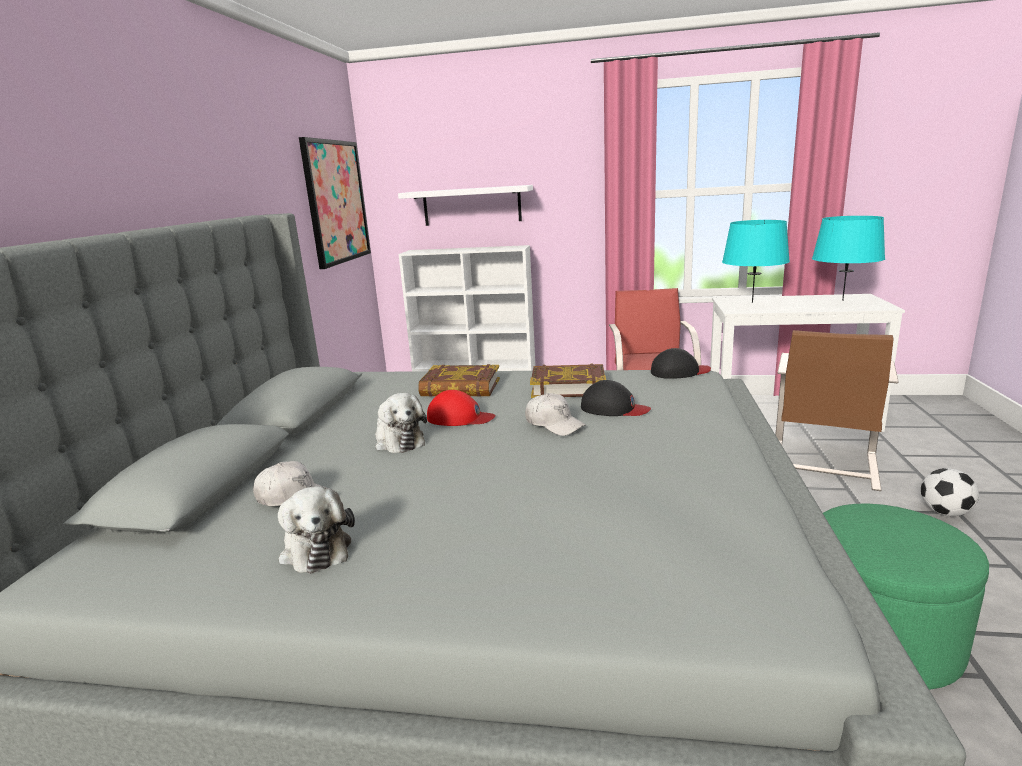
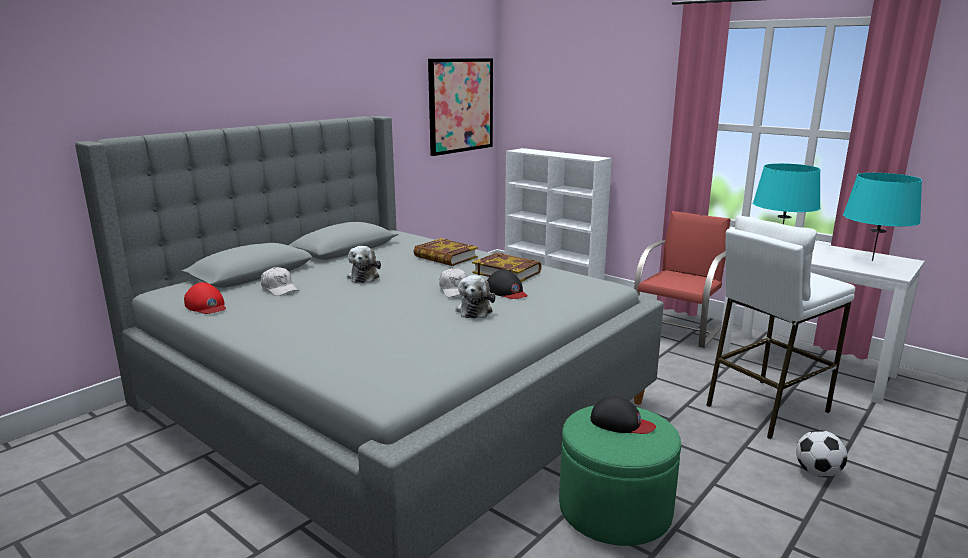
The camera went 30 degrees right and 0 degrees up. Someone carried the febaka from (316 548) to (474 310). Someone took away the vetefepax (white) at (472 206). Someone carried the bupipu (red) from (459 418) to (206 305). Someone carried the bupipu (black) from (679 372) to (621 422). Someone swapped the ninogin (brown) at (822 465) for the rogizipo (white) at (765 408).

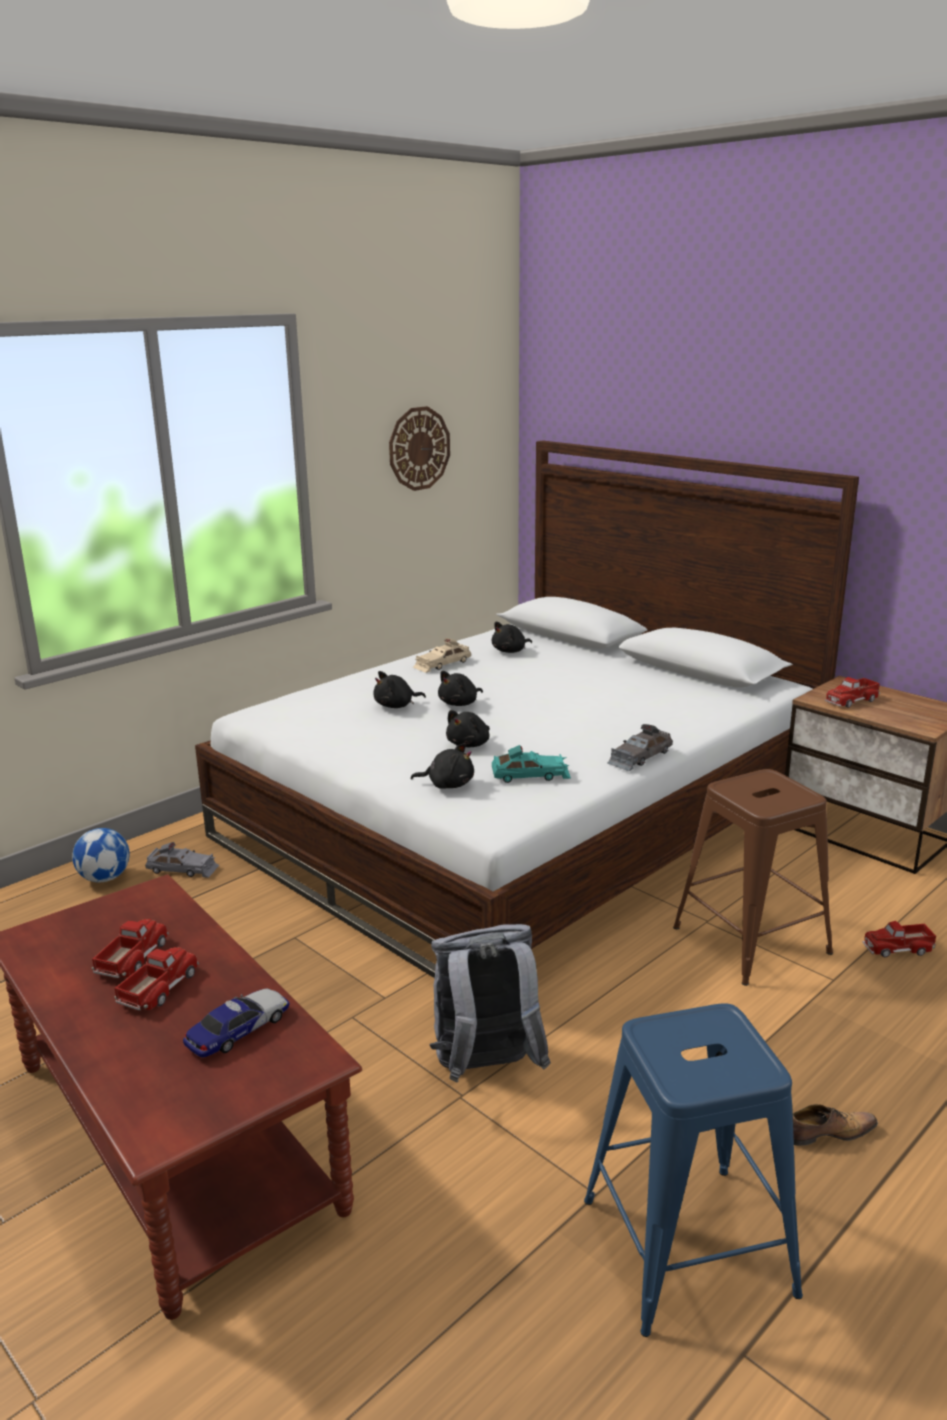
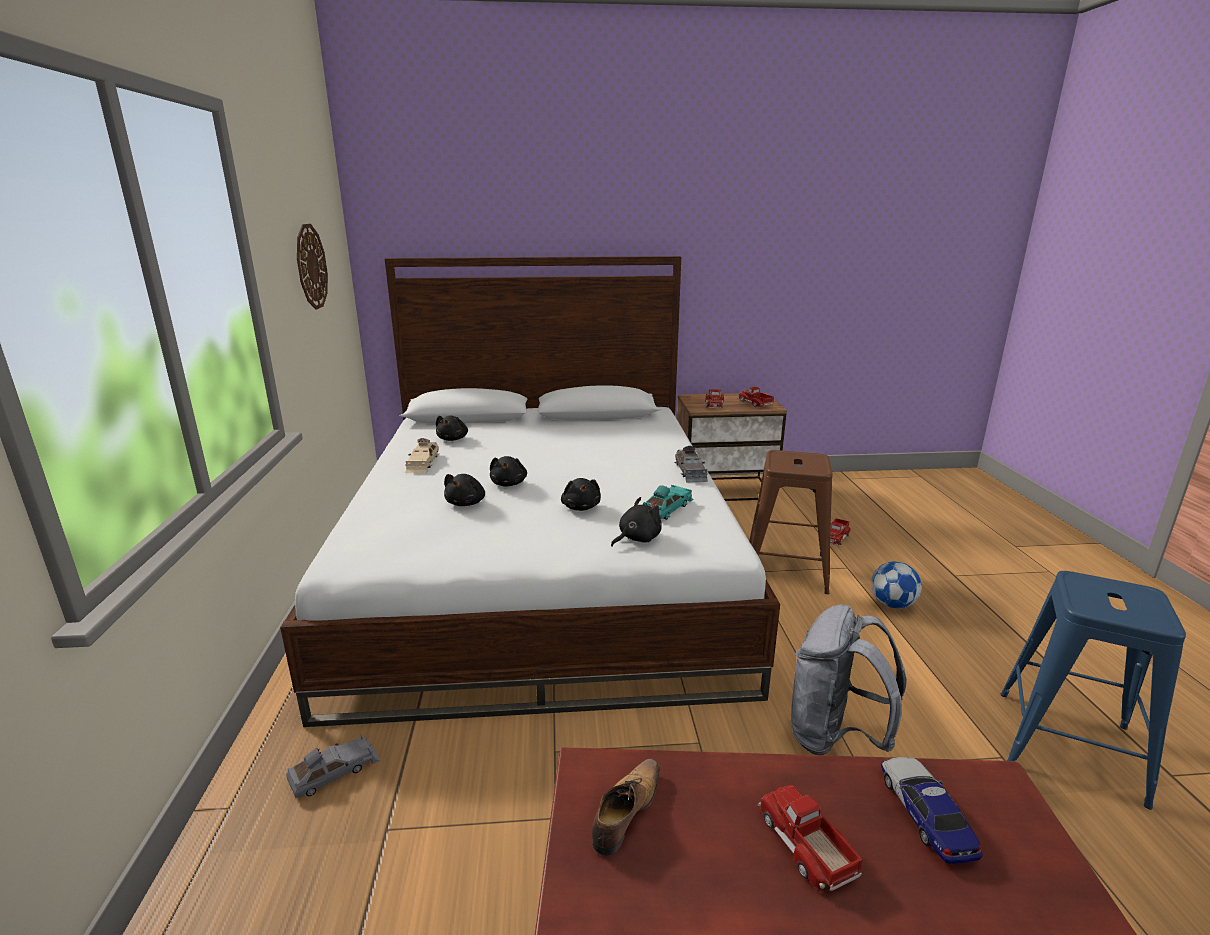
The camera went 50 degrees left and 0 degrees up. Someone carried the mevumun from (105 878) to (892 604). Someone carried the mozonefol from (133 958) to (755 403). Someone carried the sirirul from (827 1133) to (625 812).

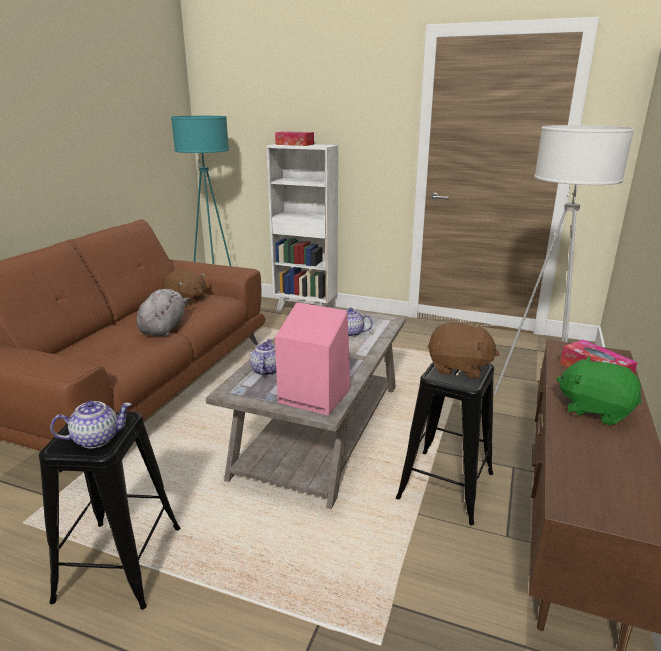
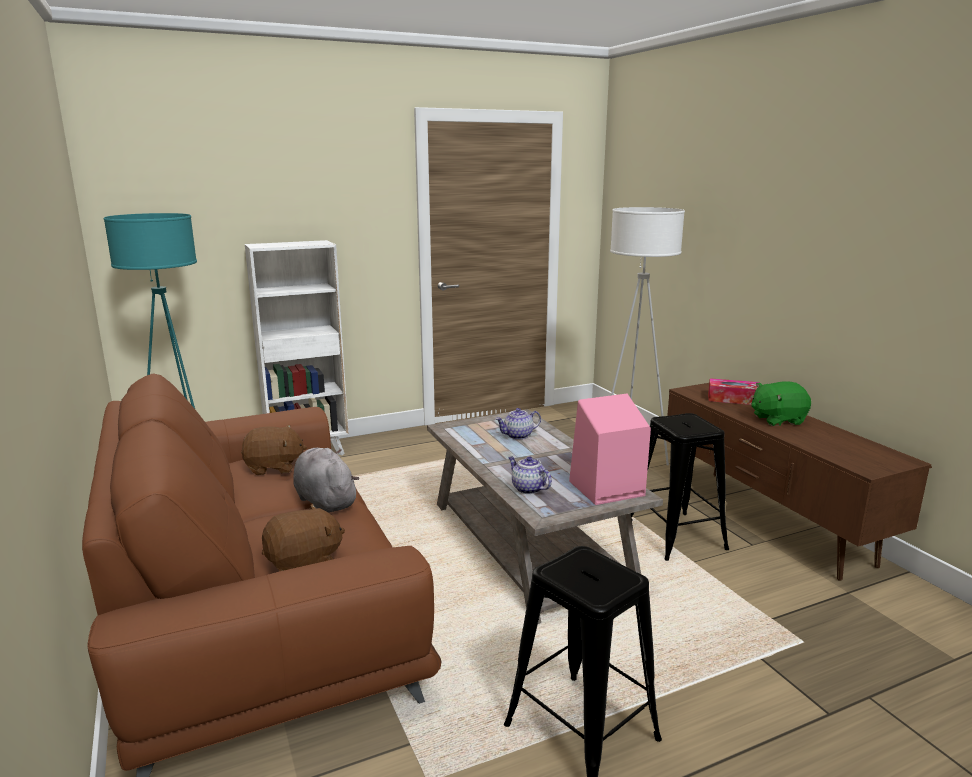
The camera went 45 degrees left and 5 degrees down. Someone took away the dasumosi at (97 439). Someone took away the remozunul at (294 144). Someone carried the febaka (brown) from (459 368) to (304 563).

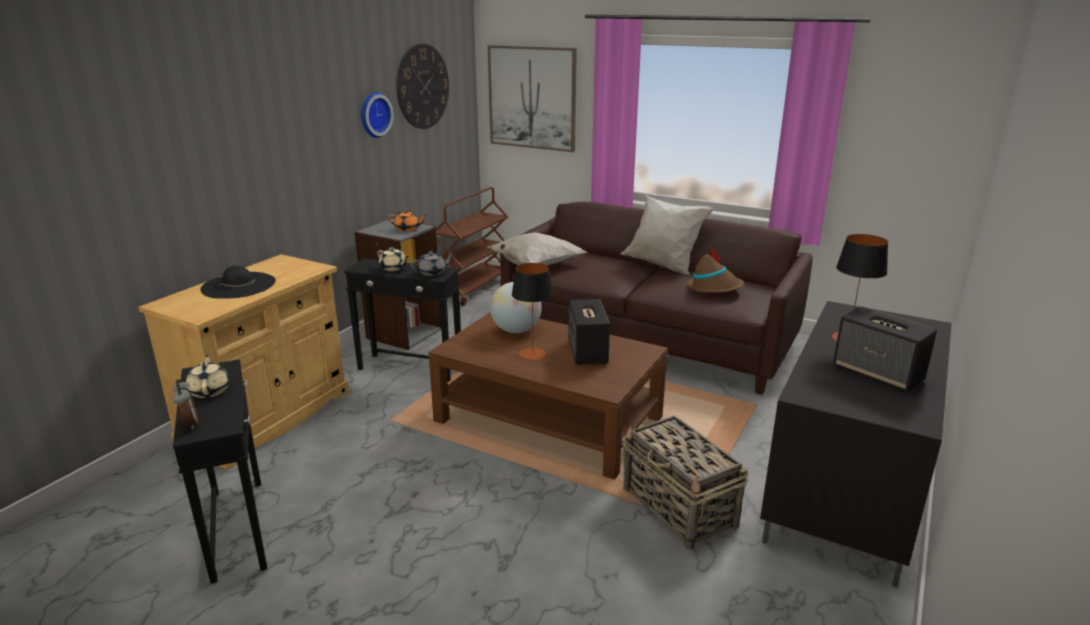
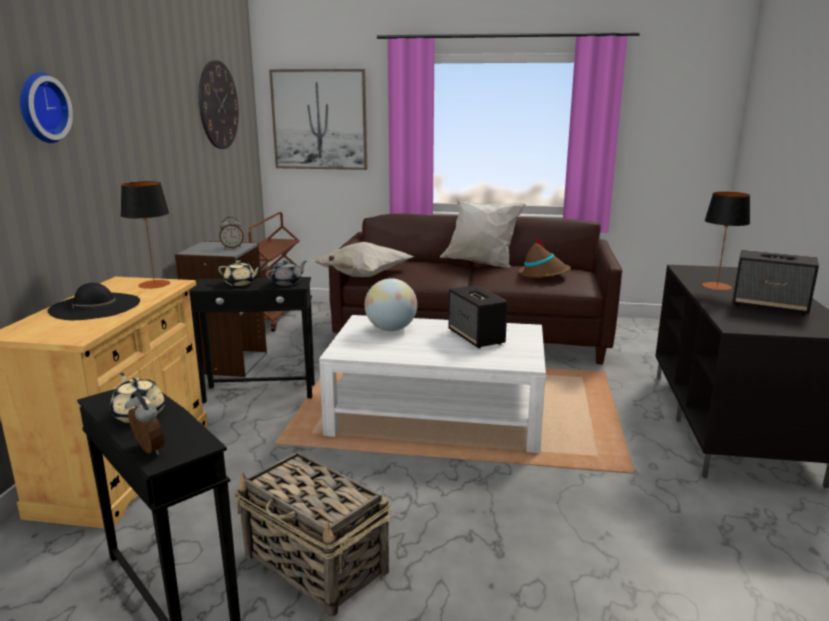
The camera went 20 degrees left and 5 degrees down. Someone carried the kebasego from (373 114) to (40 108). Someone swapped the dasumosi (orange) at (408 229) for the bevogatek at (232 247). Someone repainted the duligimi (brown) at (549 419), which became the duligimi (white) at (438 414). Someone carried the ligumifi from (532 353) to (154 284). Someone carried the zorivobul from (679 508) to (316 564).

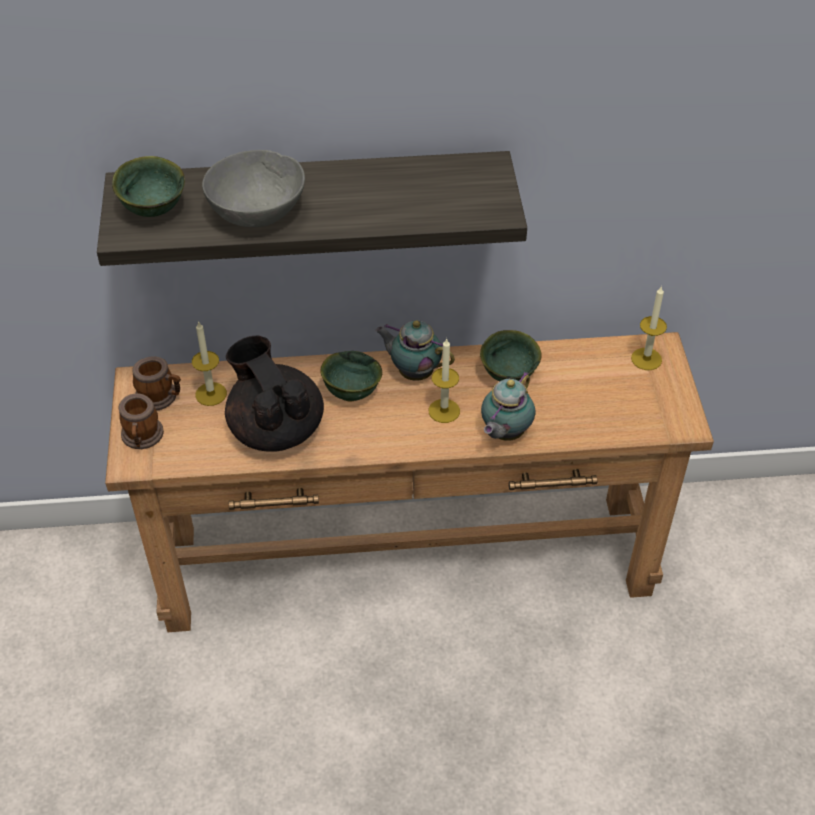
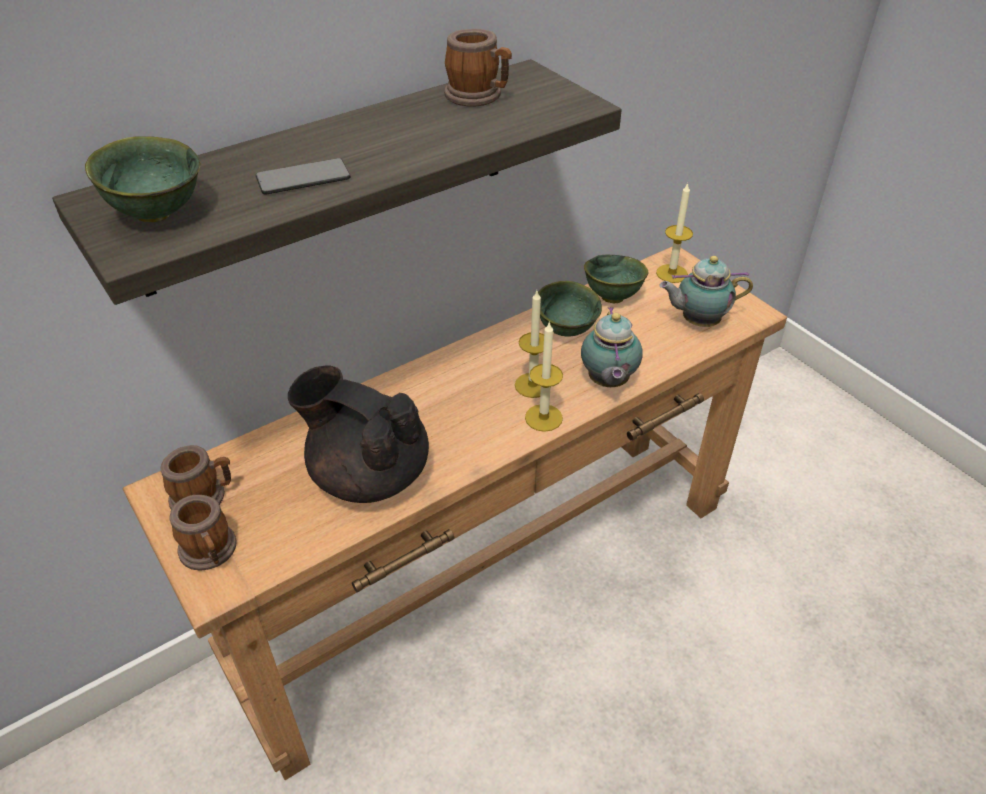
The camera went 30 degrees left and 5 degrees down. Someone carried the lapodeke from (211 394) to (543 418). Someone swapped the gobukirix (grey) at (257 213) for the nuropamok at (303 178). Someone carried the gobukirix (green) from (350 393) to (611 297). Someone carried the dasumosi from (413 372) to (697 321). Someone put down the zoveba at (479 96).

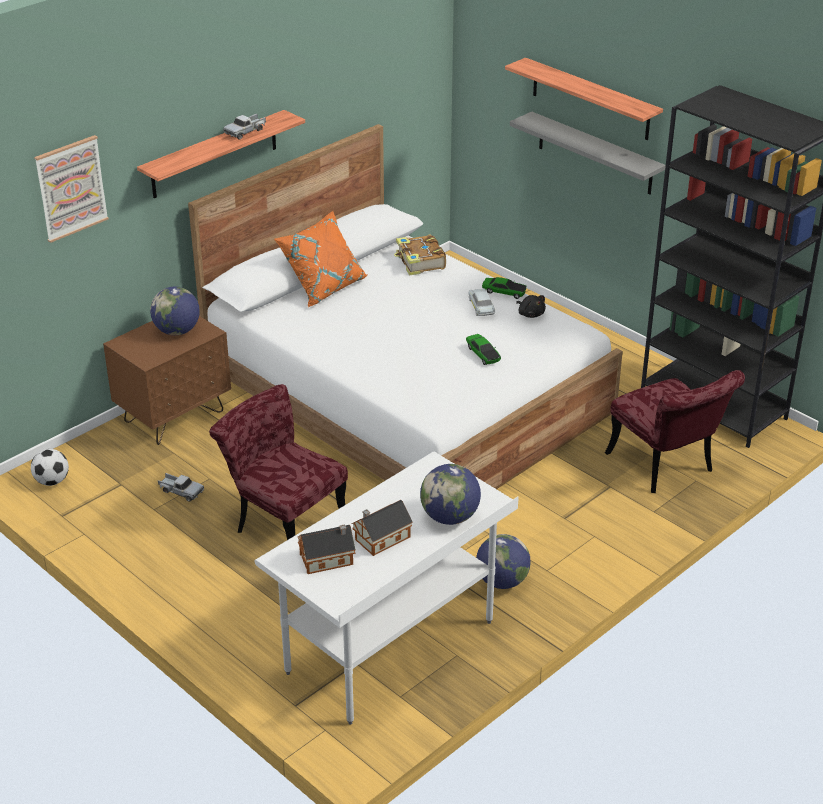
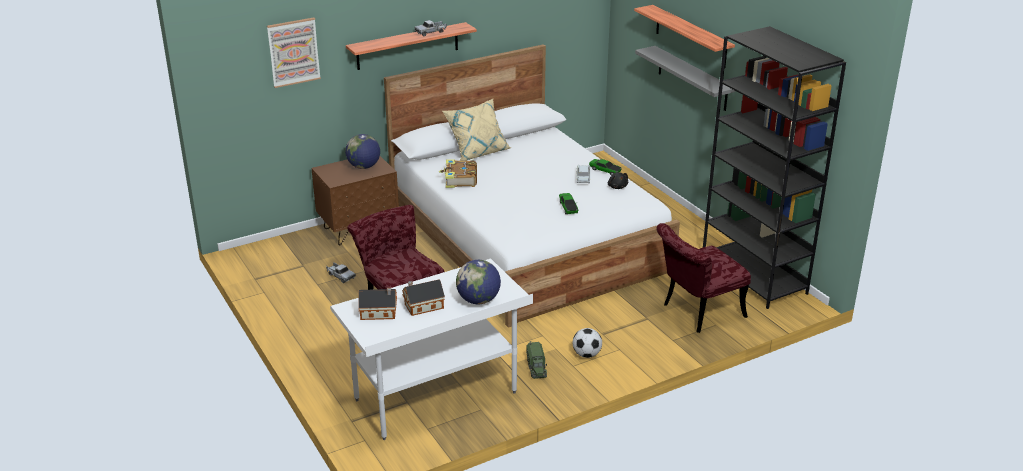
The camera went 15 degrees right and 5 degrees down. Someone carried the mevumun from (52 481) to (586 354). Someone repainted the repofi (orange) at (323 287), which became the repofi (beige) at (477 152). Someone carried the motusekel from (420 262) to (460 180). Someone swapped the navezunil at (502 581) for the mozonefol at (536 368). Someone rotated the ninogin (red) at (666 468) by 75 degrees clockwise.

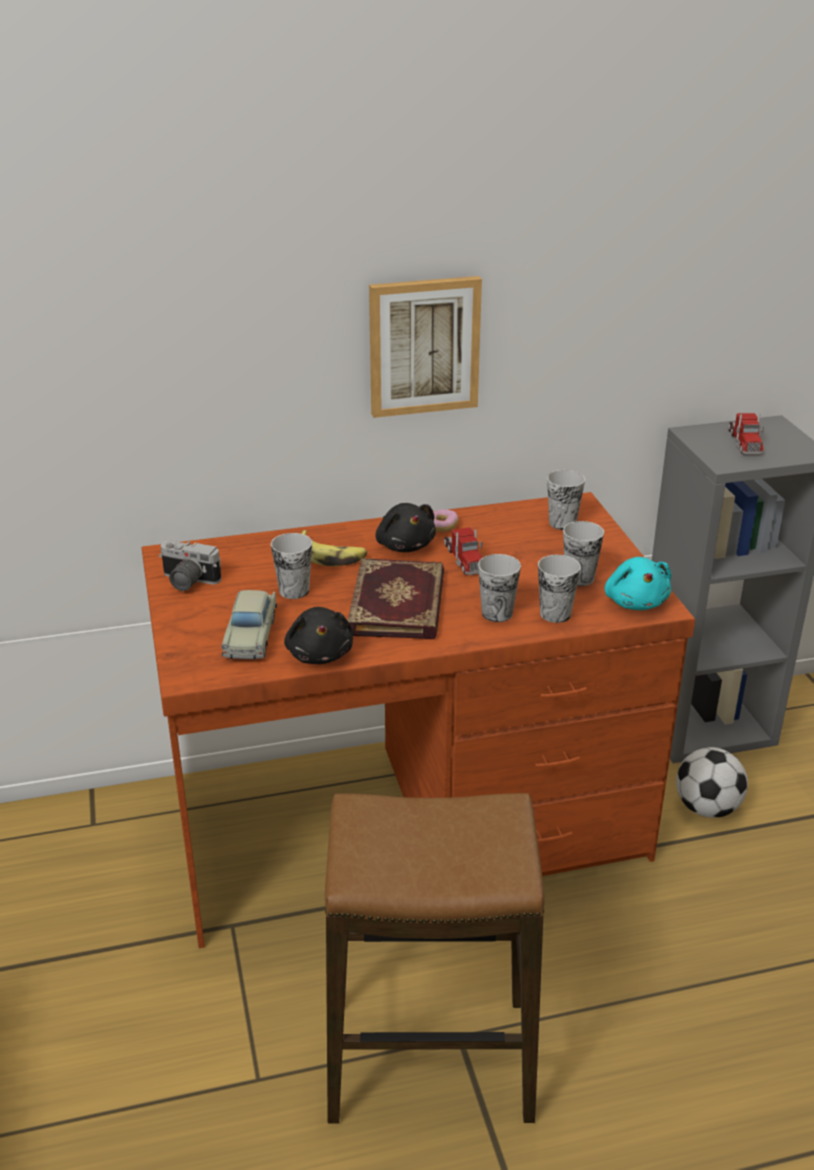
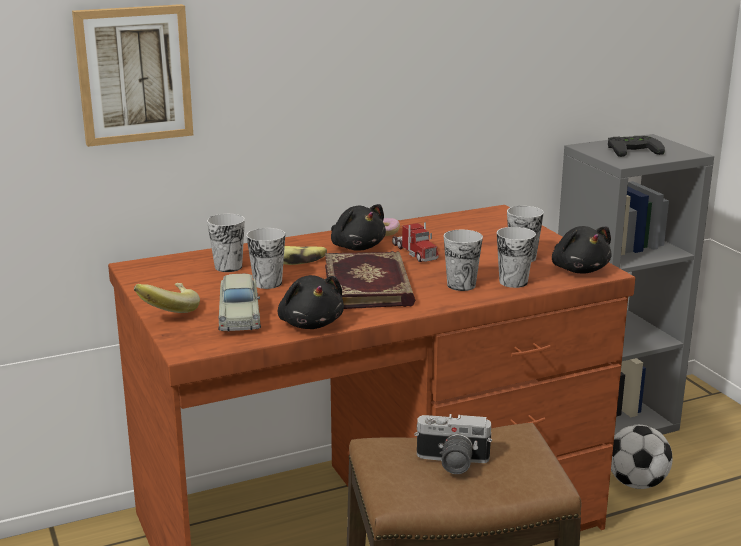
The camera went 10 degrees left and 10 degrees down. Someone carried the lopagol from (187 582) to (451 463). Someone carried the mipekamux from (423 346) to (133 74). Someone carried the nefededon from (562 523) to (228 267). Someone repainted the febaka (turquoise) at (635 601), which became the febaka (black) at (579 269). Someone swapped the mozonefol at (744 442) for the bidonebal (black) at (632 150). Someone put down the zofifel at (167 312).

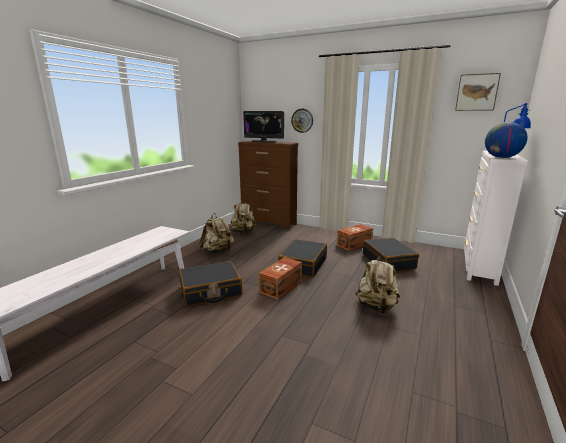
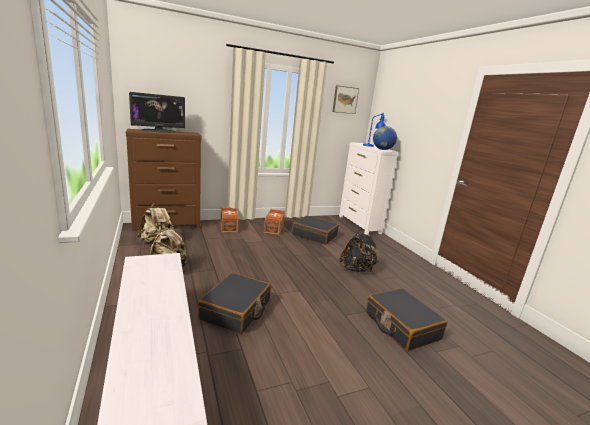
The camera went 50 degrees left and 0 degrees up. Someone carried the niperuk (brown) from (282 286) to (229 226). Someone carried the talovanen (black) from (303 264) to (401 326). Someone took away the kebasego at (302 120). Someone repainted the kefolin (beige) at (376 306), which became the kefolin (black) at (356 269).

